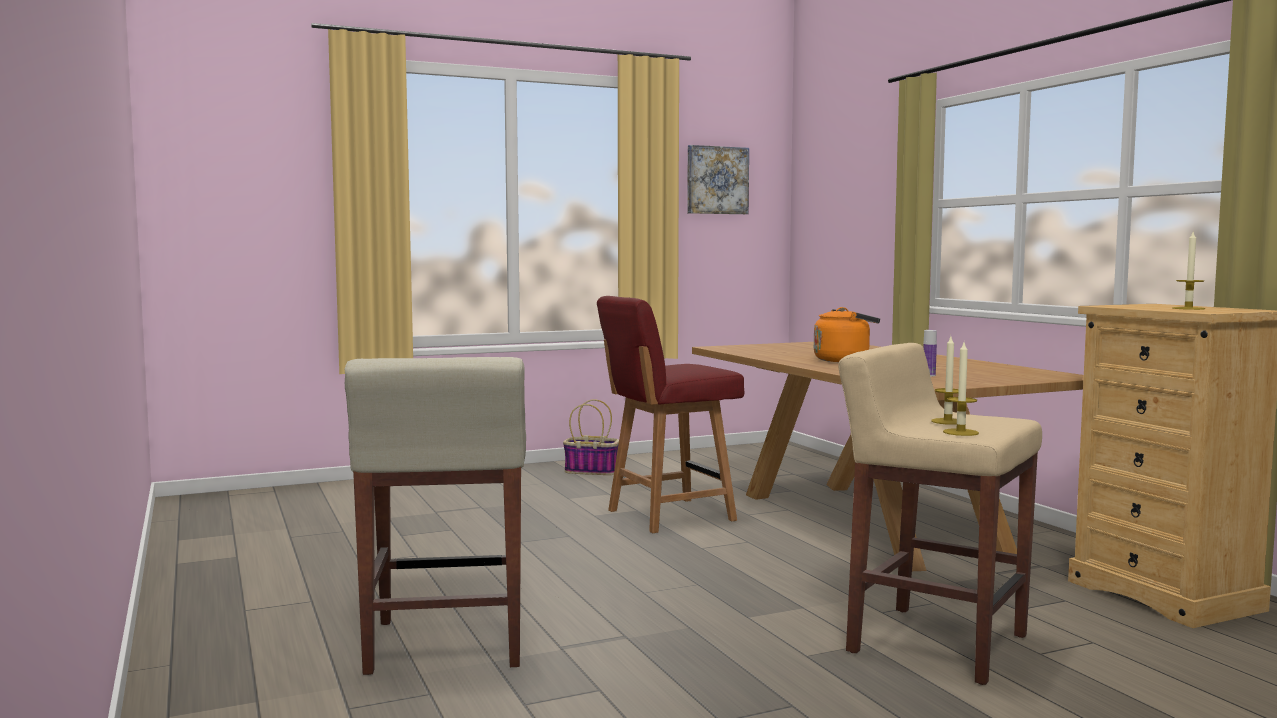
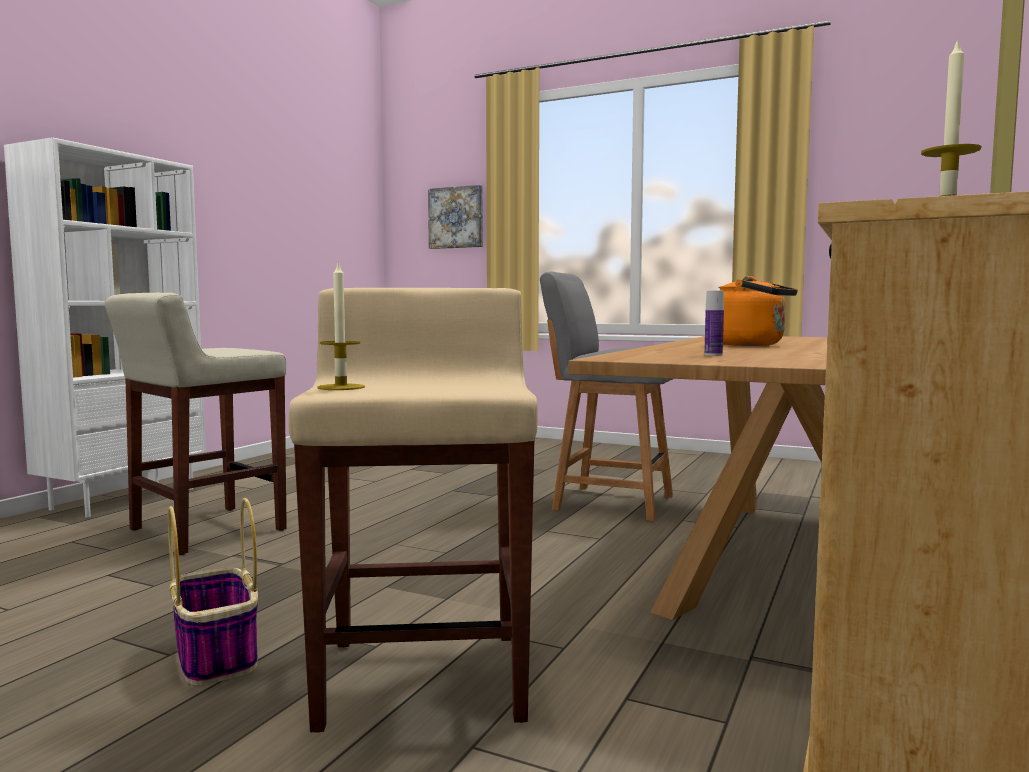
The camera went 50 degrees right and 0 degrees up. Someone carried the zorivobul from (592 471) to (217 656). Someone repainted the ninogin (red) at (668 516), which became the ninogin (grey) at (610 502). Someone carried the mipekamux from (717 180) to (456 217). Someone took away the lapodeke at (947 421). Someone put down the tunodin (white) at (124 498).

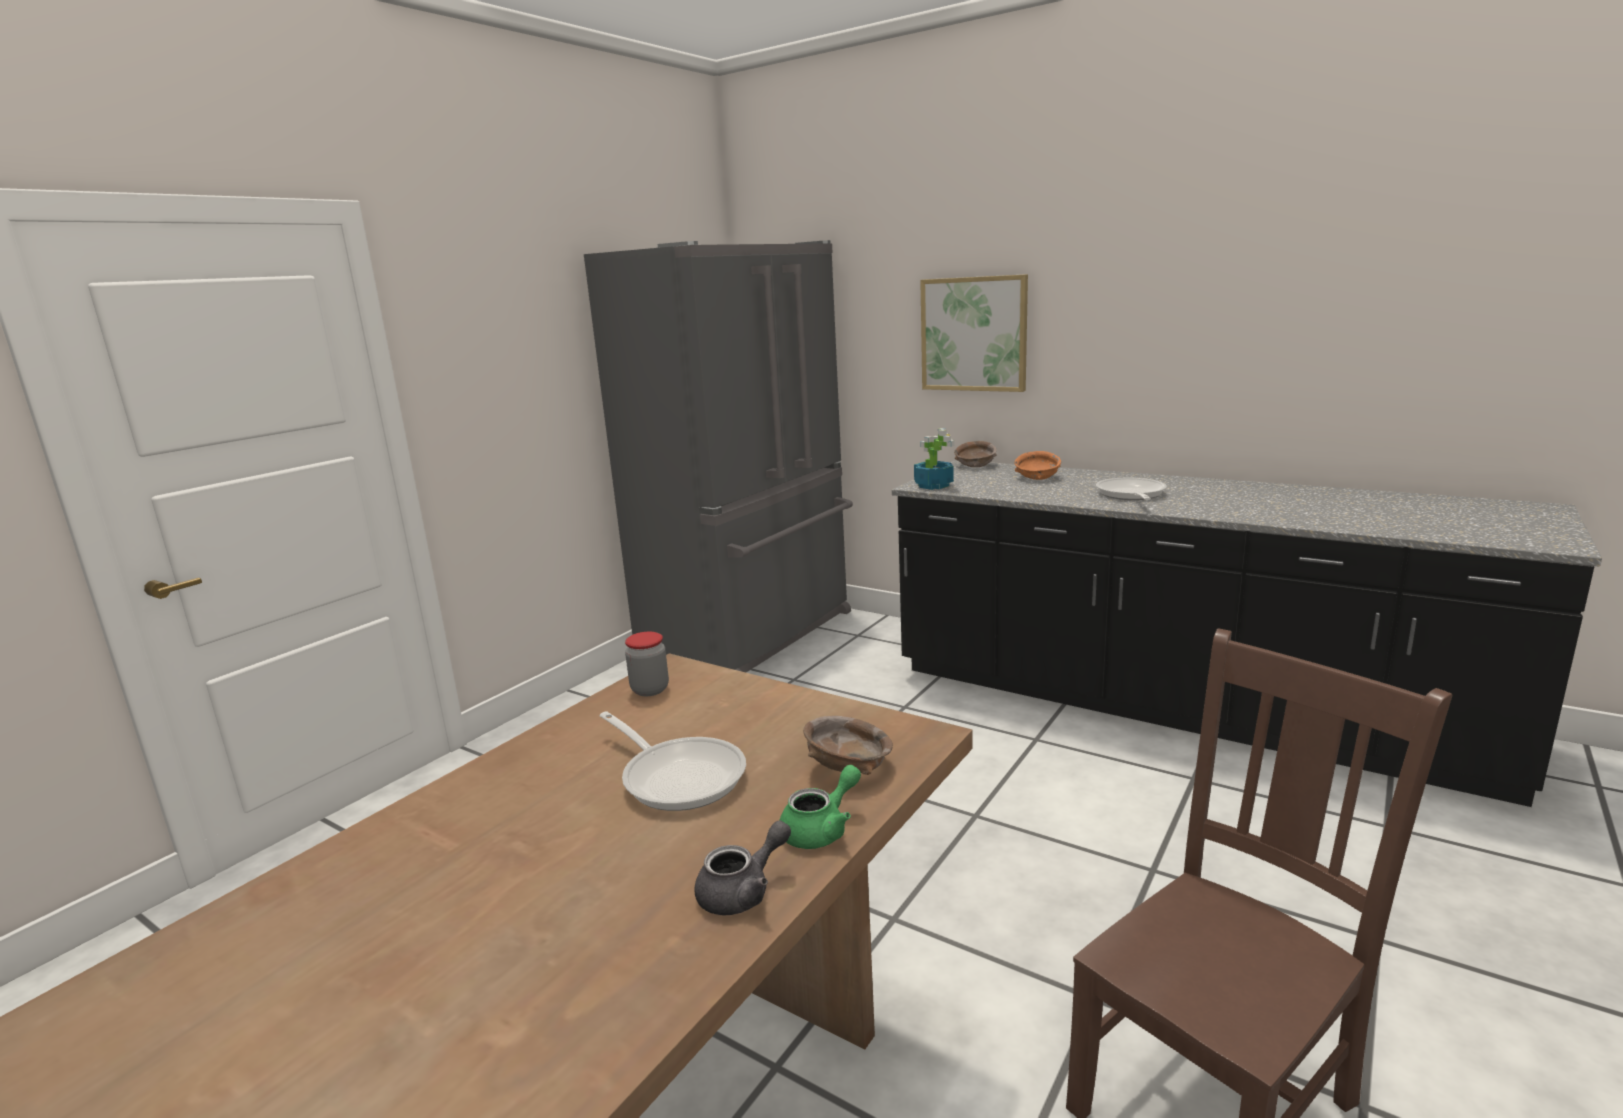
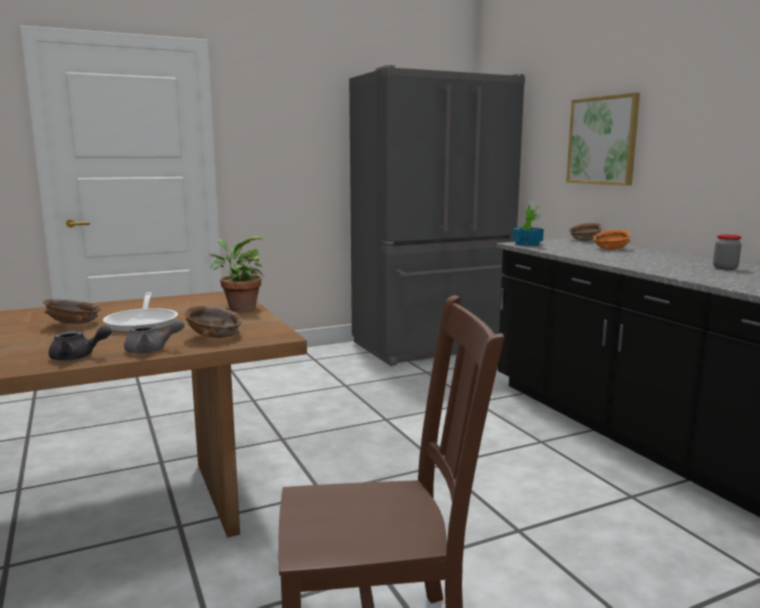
The camera went 30 degrees right and 5 degrees down. Someone carried the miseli from (650 689) to (725 268). Someone repainted the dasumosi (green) at (821 829), which became the dasumosi (grey) at (152 350). Someone took away the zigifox at (1130 495). Someone put down the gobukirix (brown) at (73 324). Someone put down the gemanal at (239 308).

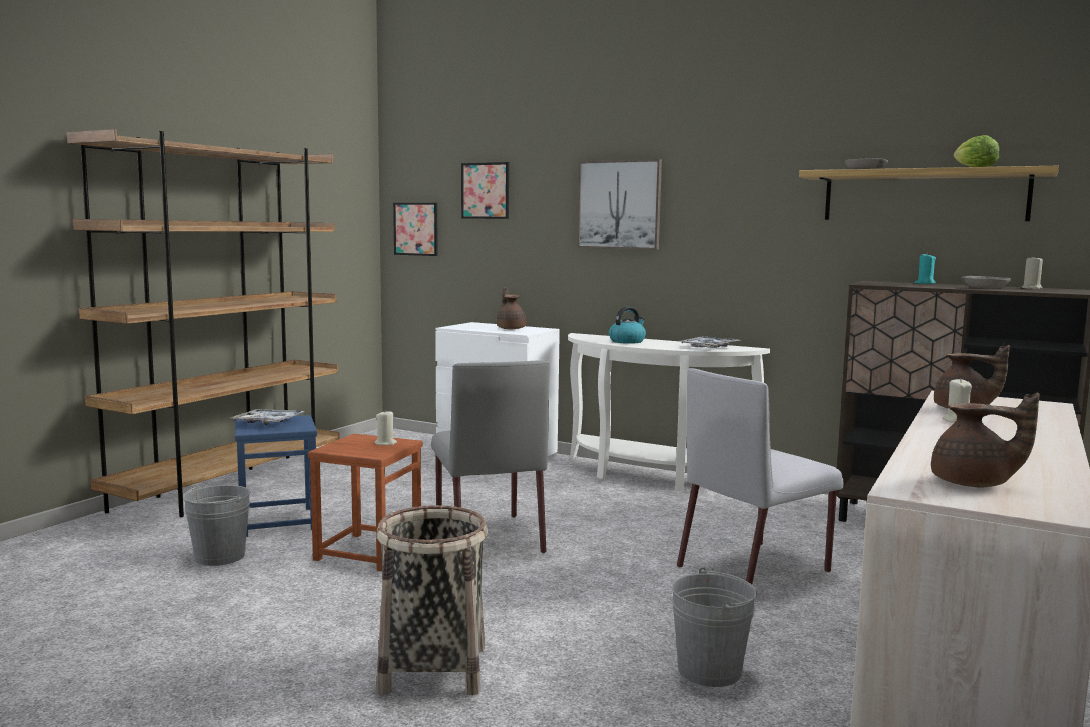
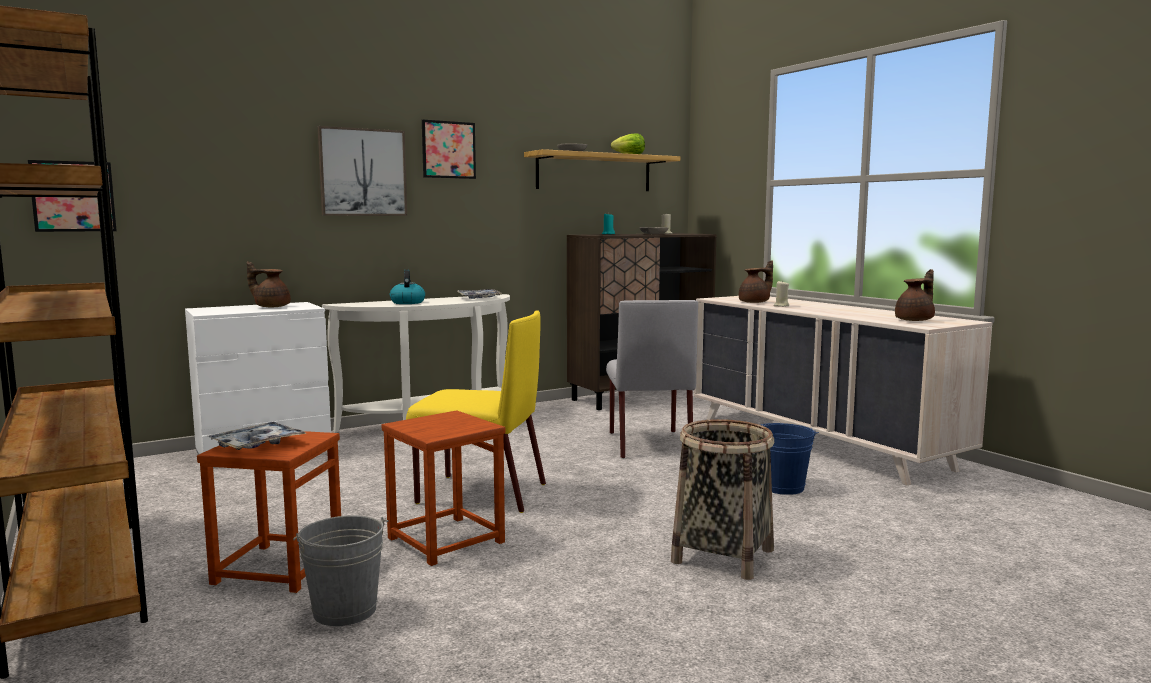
The camera went 60 degrees left and 0 degrees up. Someone repainted the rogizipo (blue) at (278 521), which became the rogizipo (brown) at (278 567). Someone took away the lapodeke (beige) at (385 443). Someone repainted the ninogin (grey) at (487 536), which became the ninogin (yellow) at (479 493). Someone carried the mipekamux from (485 190) to (448 149). Someone repainted the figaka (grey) at (709 671), which became the figaka (blue) at (782 487).

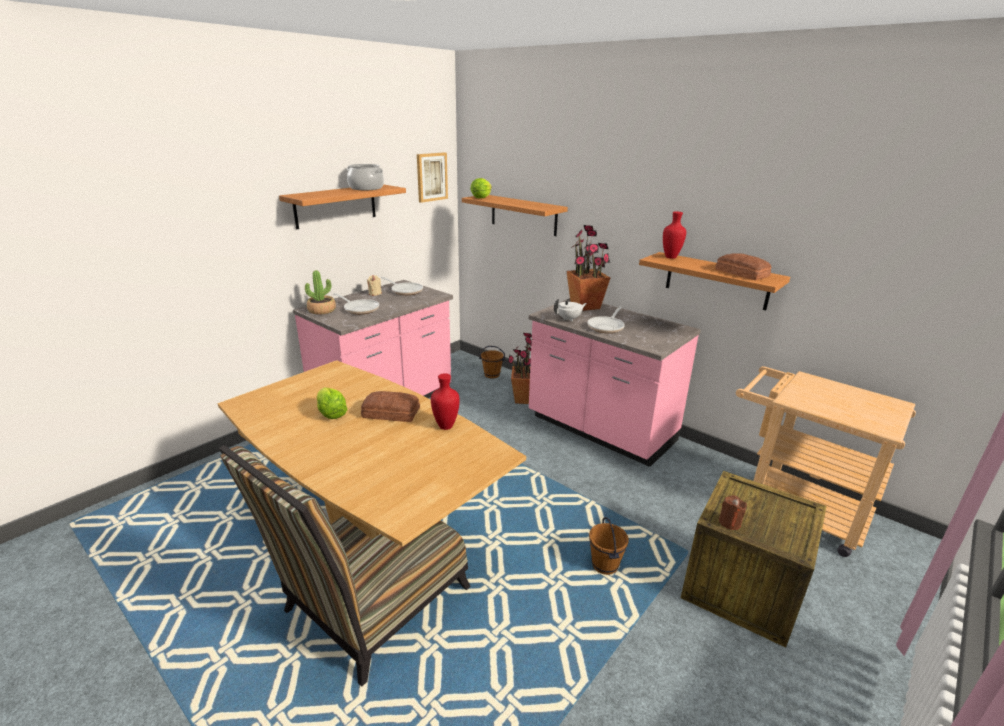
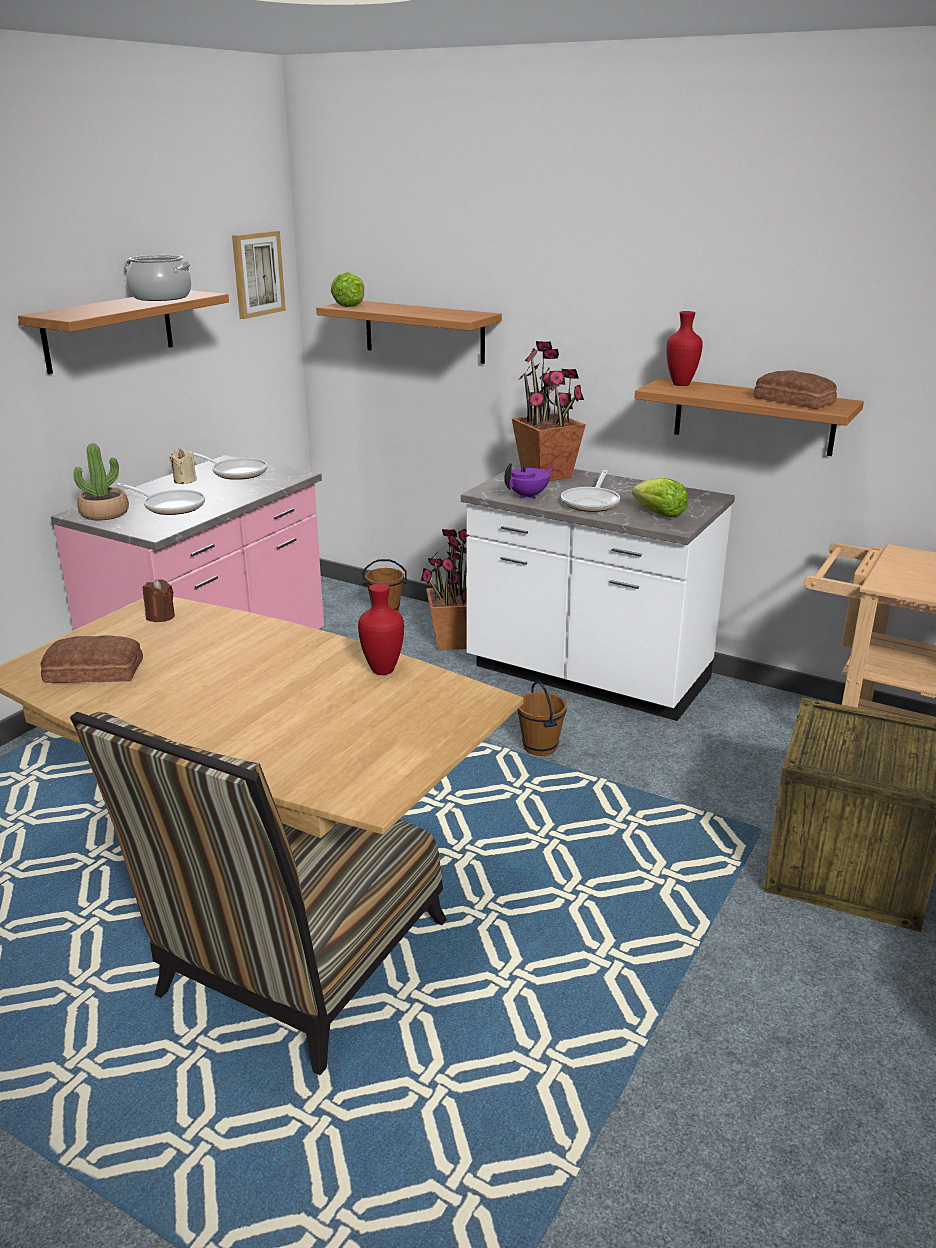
The camera went 10 degrees left and 0 degrees up. Someone carried the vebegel from (331 413) to (659 514). Someone carried the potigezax from (391 413) to (94 672). Someone repainted the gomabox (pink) at (600 430), which became the gomabox (white) at (587 676). Someone repainted the dasumosi (white) at (569 319), which became the dasumosi (purple) at (528 496). Someone carried the figaka (brown) from (604 565) to (539 747). Someone carried the lapodeke (brown) from (729 522) to (160 616).

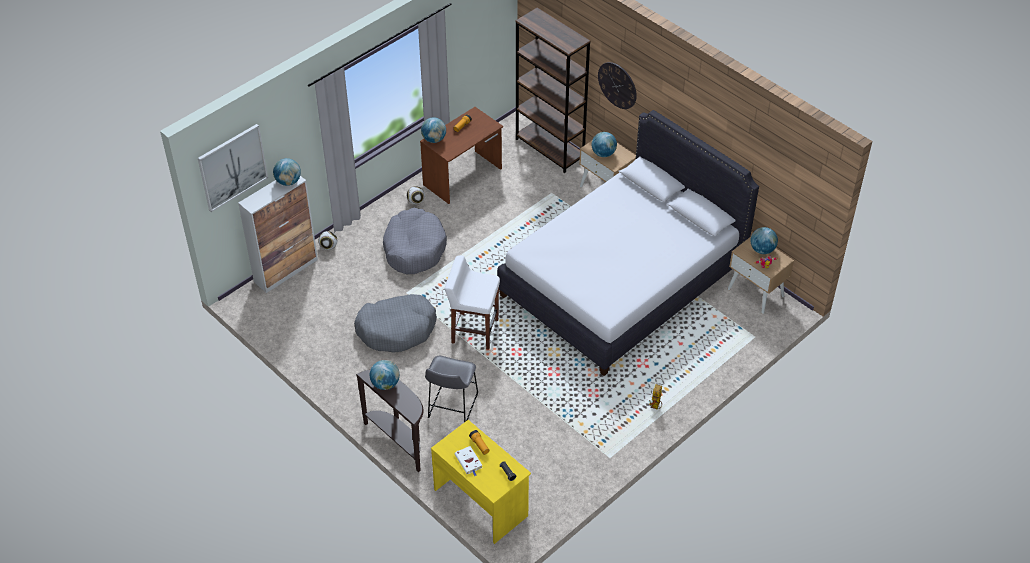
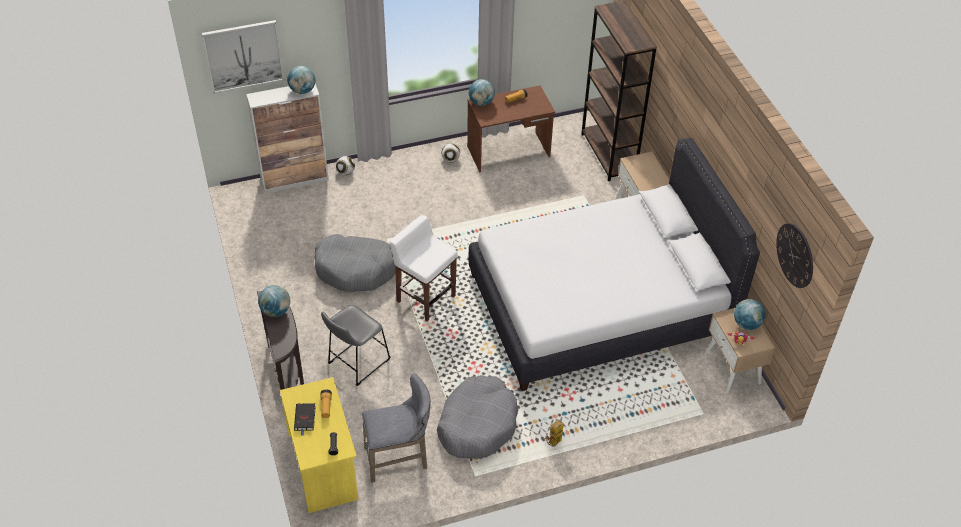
The camera went 25 degrees right and 0 degrees up. Someone carried the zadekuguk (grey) from (414 248) to (477 424). Someone repainted the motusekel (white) at (469 462), which became the motusekel (black) at (305 419). Someone took away the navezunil at (603 153). Someone carried the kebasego from (617 85) to (795 255). Someone put down the rogizipo (grey) at (400 459).

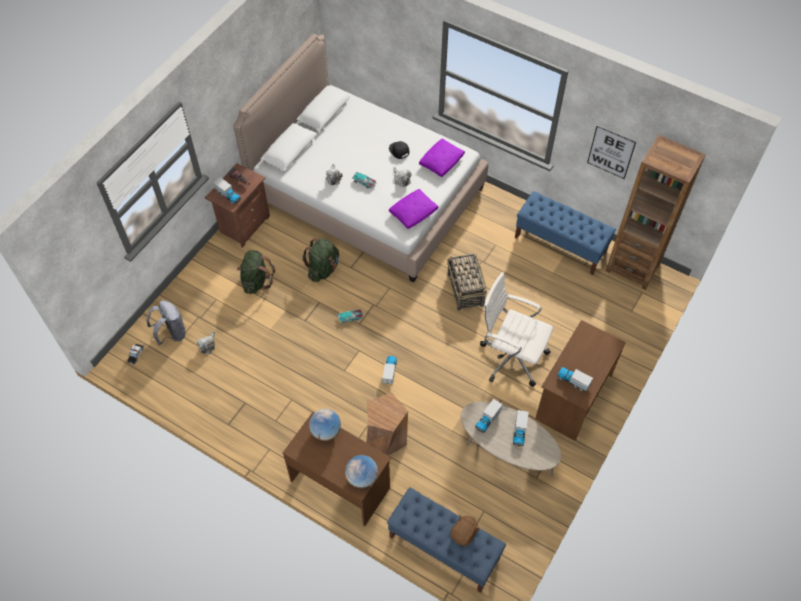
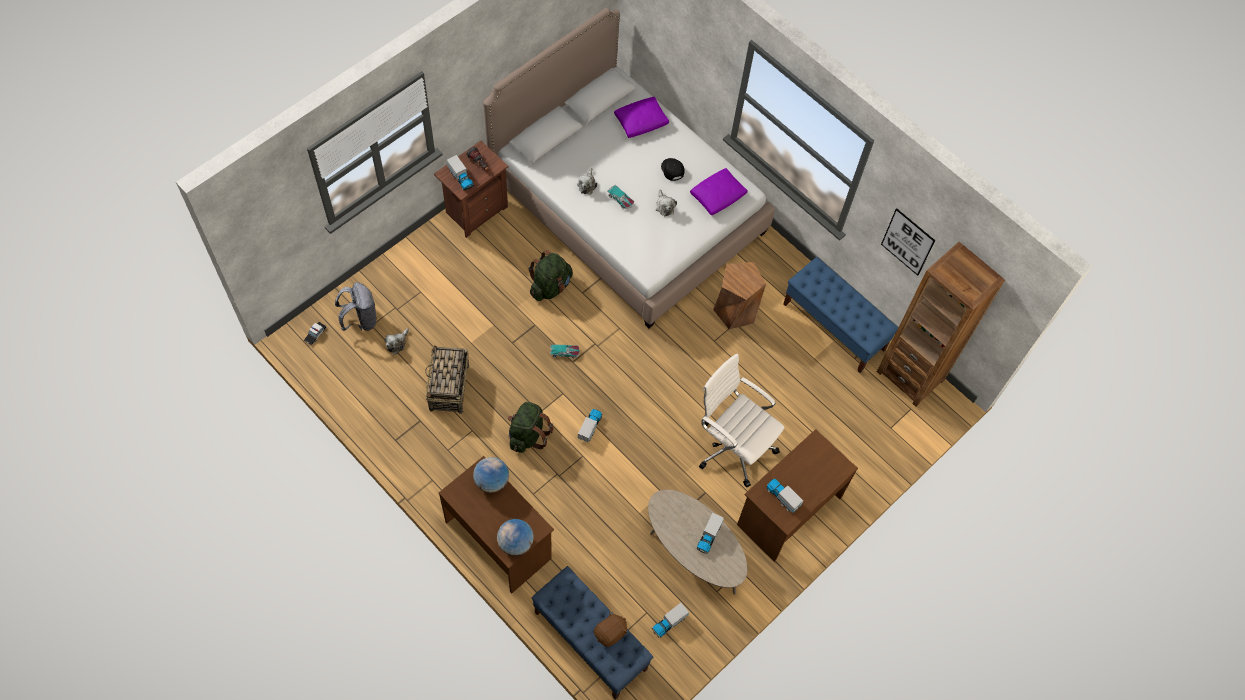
The camera went 10 degrees right and 5 degrees up. Someone carried the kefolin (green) from (256 281) to (528 434). Someone carried the rogizipo (brown) from (387 437) to (735 310). Someone carried the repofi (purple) from (413 212) to (641 121). Someone carried the zorivobul from (465 290) to (449 388). Someone carried the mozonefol from (487 419) to (669 623).

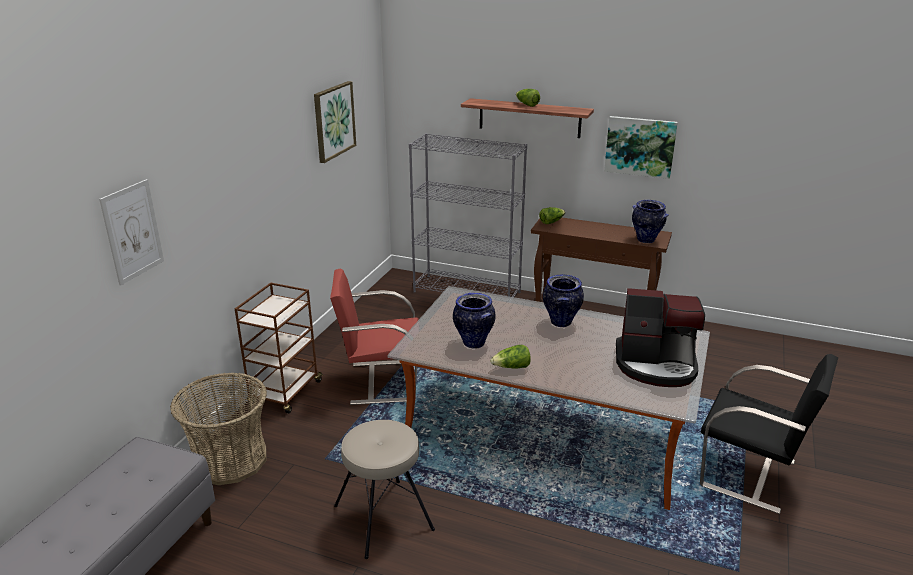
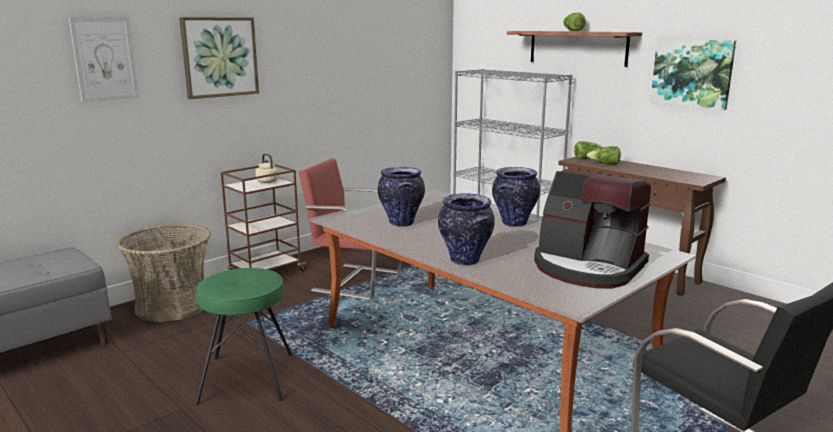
The camera went 25 degrees right and 10 degrees down. Someone carried the mipekamux from (334 121) to (219 57). Someone repainted the rogizipo (beige) at (384 517), which became the rogizipo (green) at (248 377). Someone carried the vebegel from (511 367) to (604 164). Someone carried the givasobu from (646 240) to (465 261). Someone put down the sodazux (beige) at (267 181).

